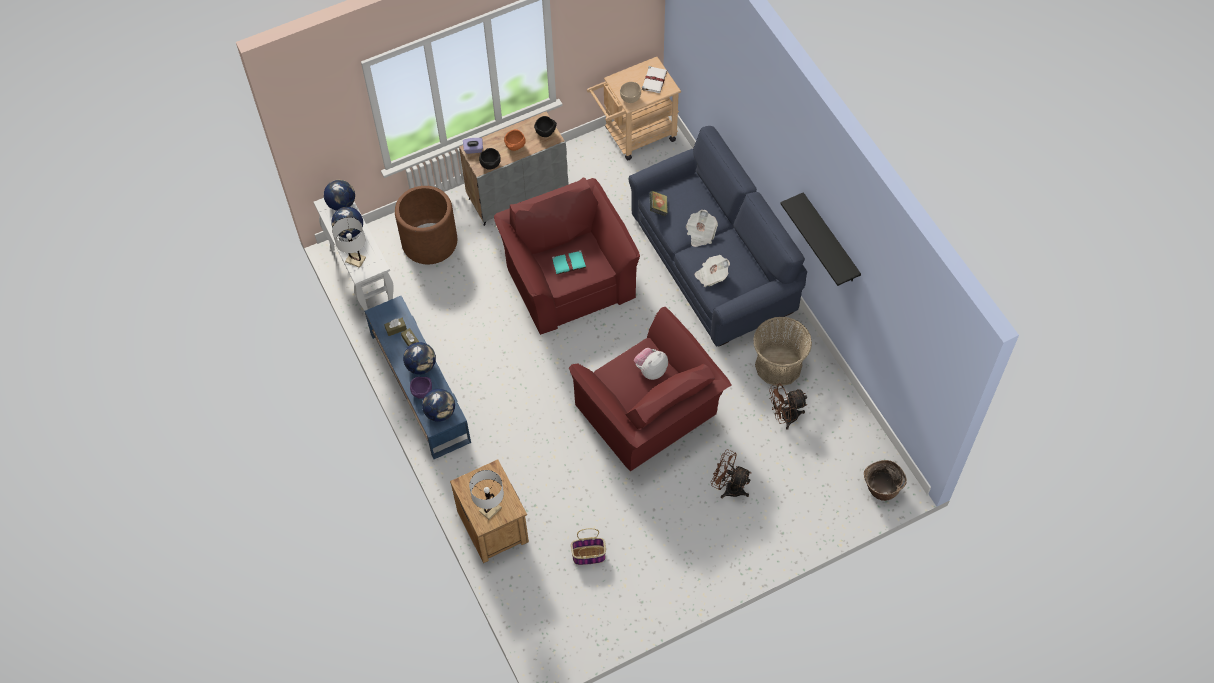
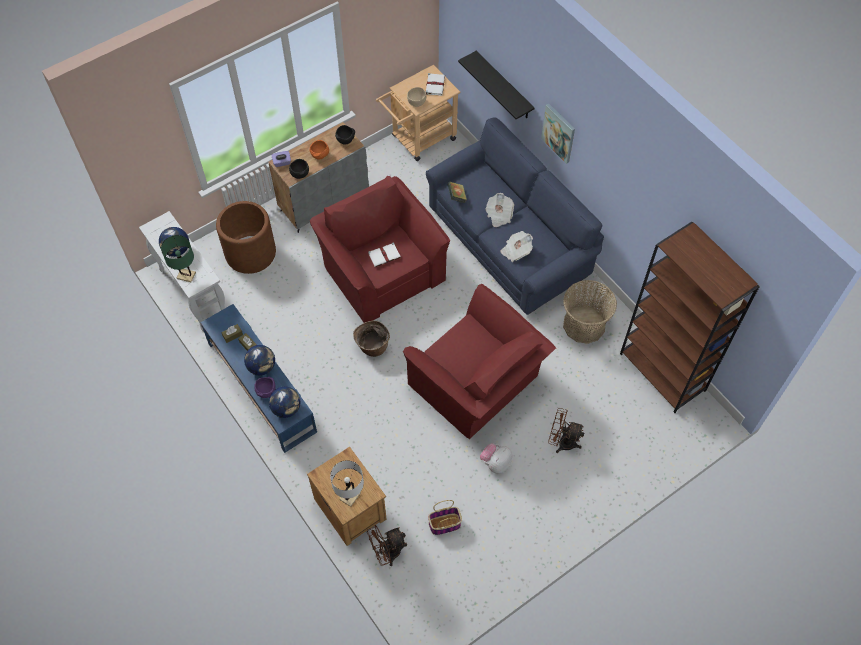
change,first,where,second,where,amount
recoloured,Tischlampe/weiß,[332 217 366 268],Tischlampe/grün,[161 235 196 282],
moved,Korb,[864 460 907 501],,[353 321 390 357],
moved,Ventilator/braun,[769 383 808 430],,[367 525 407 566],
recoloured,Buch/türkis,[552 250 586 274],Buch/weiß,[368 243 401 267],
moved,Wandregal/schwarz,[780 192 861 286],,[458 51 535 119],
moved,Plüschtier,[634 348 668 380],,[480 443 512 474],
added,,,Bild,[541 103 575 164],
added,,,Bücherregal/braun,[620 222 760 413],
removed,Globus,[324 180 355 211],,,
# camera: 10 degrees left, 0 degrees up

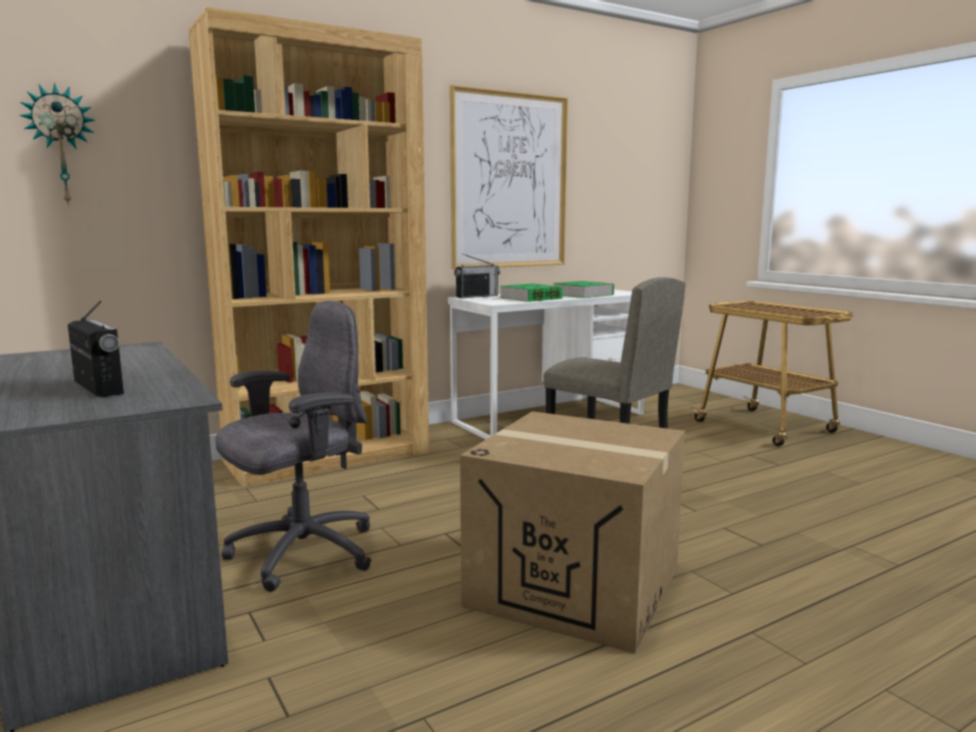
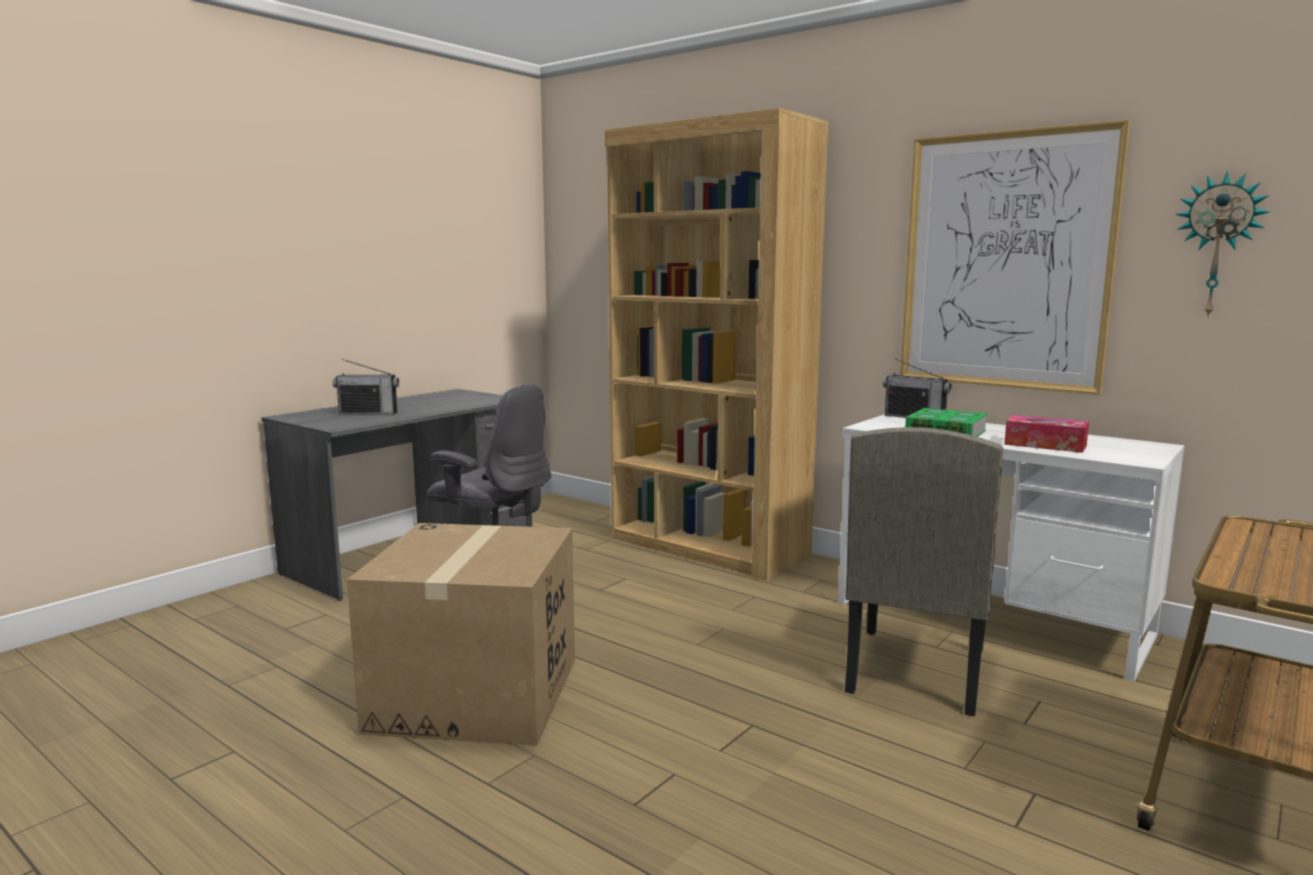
change,first,where,second,where,amount
turned,Radio,[68 301 124 397],,[333 359 399 415],60 degrees clockwise
replaced,Buch,[553 281 614 298],Taschentuchbox,[1004 415 1089 453],
moved,Wanduhr,[19 83 95 206],,[1176 171 1270 318],
# camera: 70 degrees right, 0 degrees up

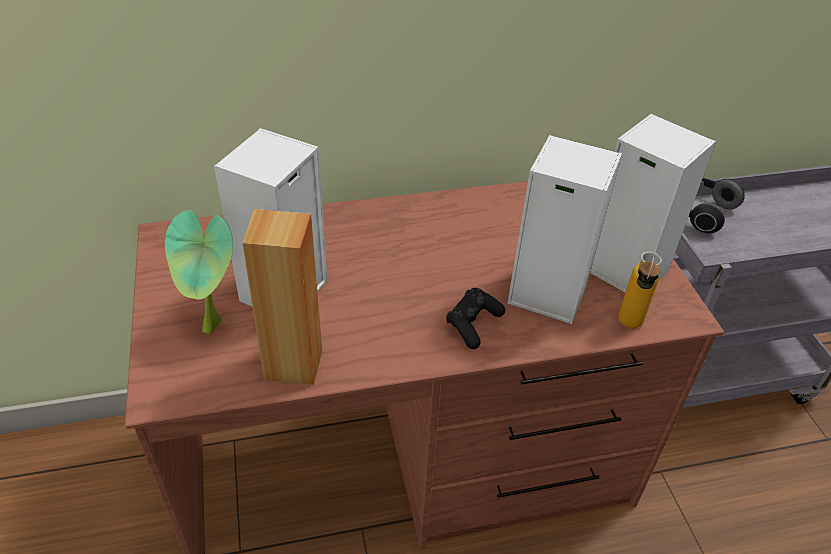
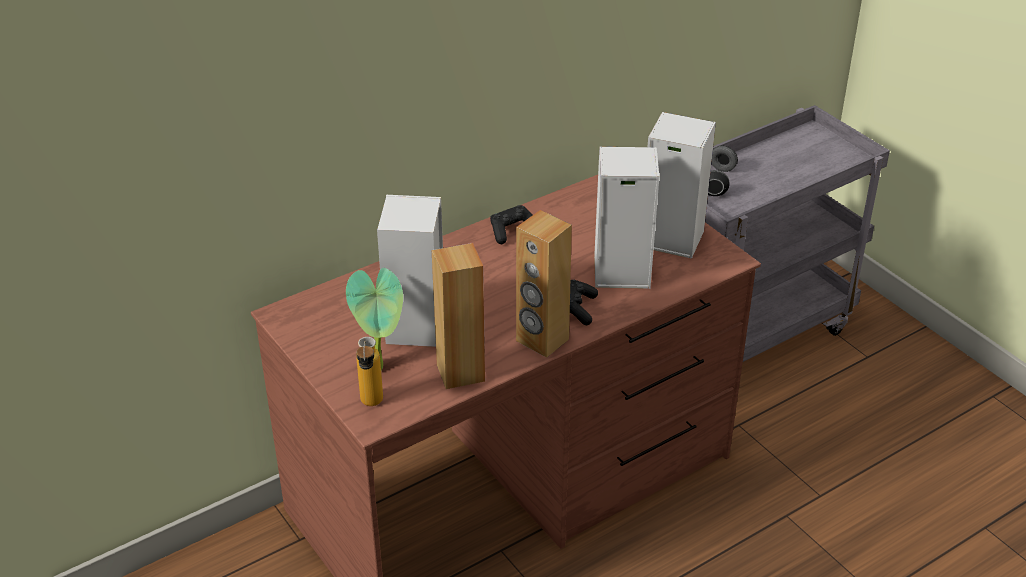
change,first,where,second,where,amount
moved,Flasche,[618 252 662 328],,[356 337 383 406],
added,,,Gamepad/schwarz,[490 205 532 244],
added,,,Lautsprecher/braun,[516 210 572 358],
# camera: 20 degrees left, 5 degrees down

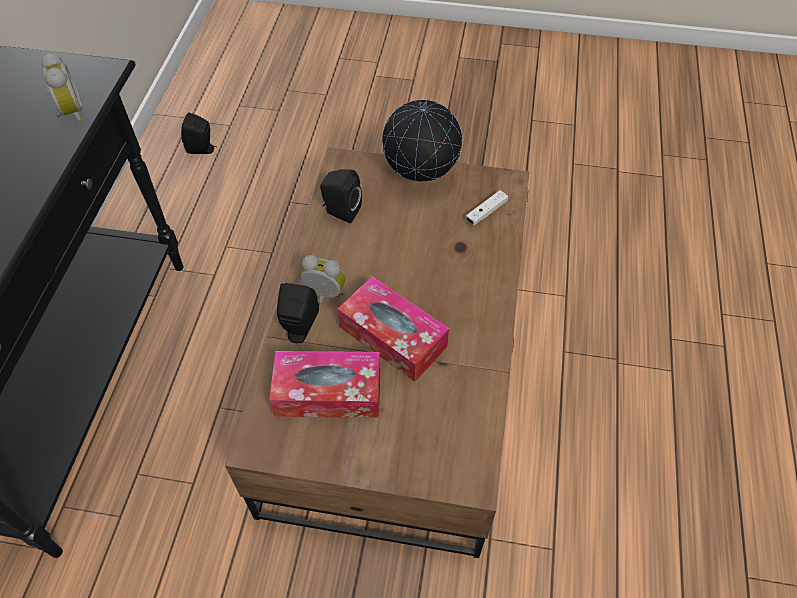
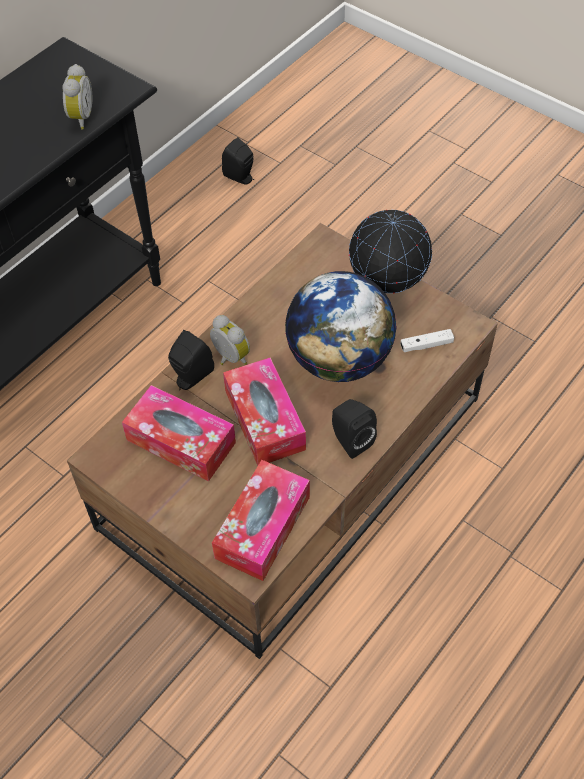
change,first,where,second,where,amount
added,,,Taschentuchbox,[212 460 310 581],
added,,,Globus,[285 271 397 382],
moved,Lautsprecher/schwarz,[320 169 362 223],,[332 399 377 459],
# camera: 30 degrees right, 0 degrees up

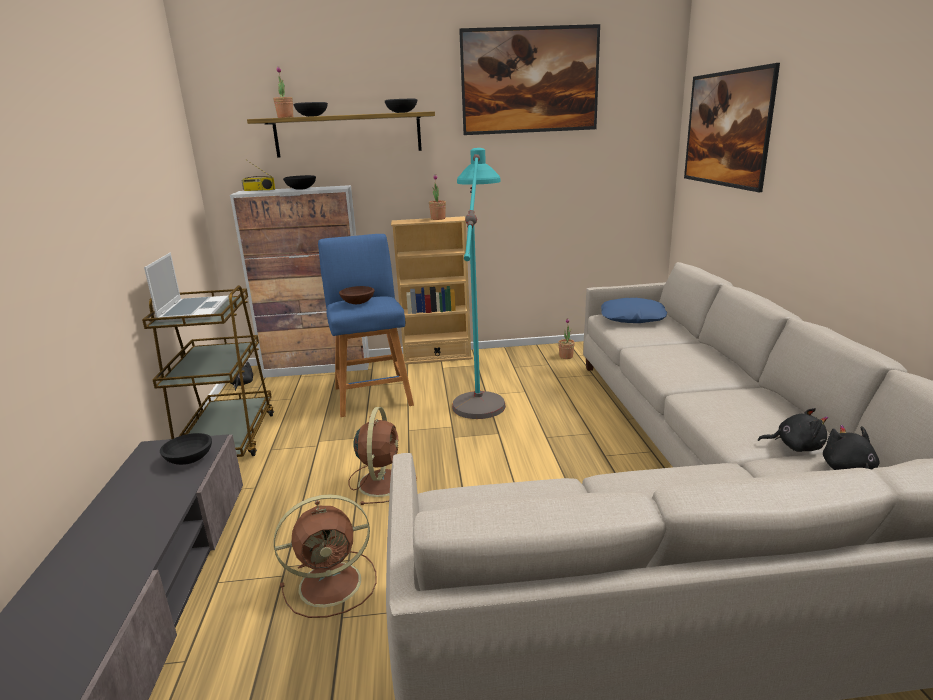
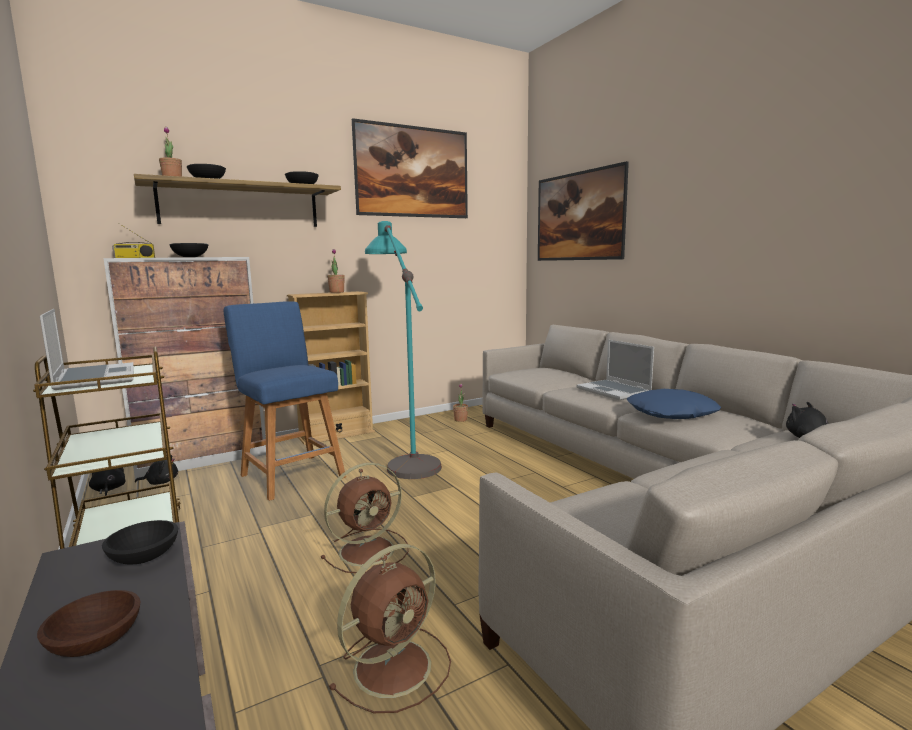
change,first,where,second,where,amount
moved,Schüssel/braun,[339 286 374 304],,[37 590 141 657],
moved,Plüschtier/schwarz,[758 408 828 452],,[135 455 178 485],
turned,Ventilator/braun,[349 407 417 505],,[321 463 409 573],75 degrees clockwise
added,,,Laptop,[576 340 654 400],
moved,Kissen/blau,[601 298 667 323],,[627 389 721 419],
# camera: 25 degrees left, 10 degrees down

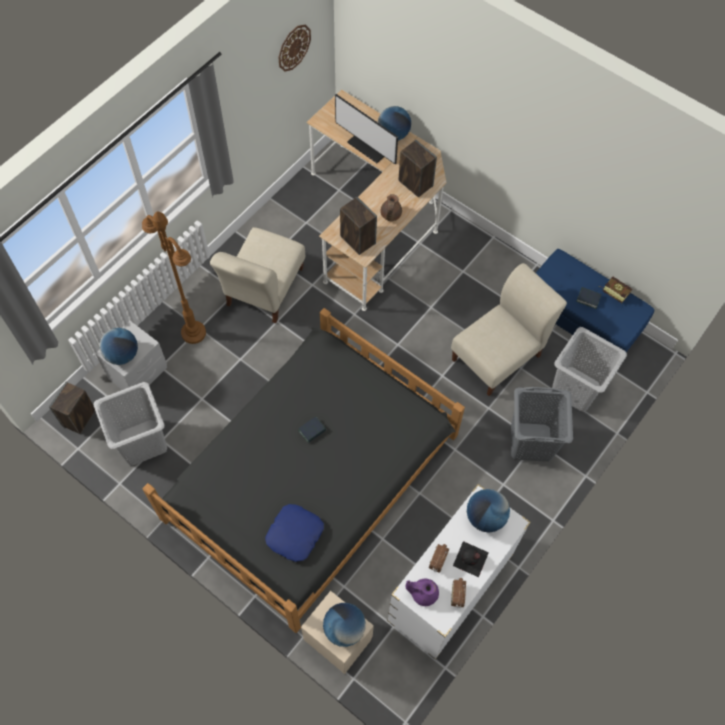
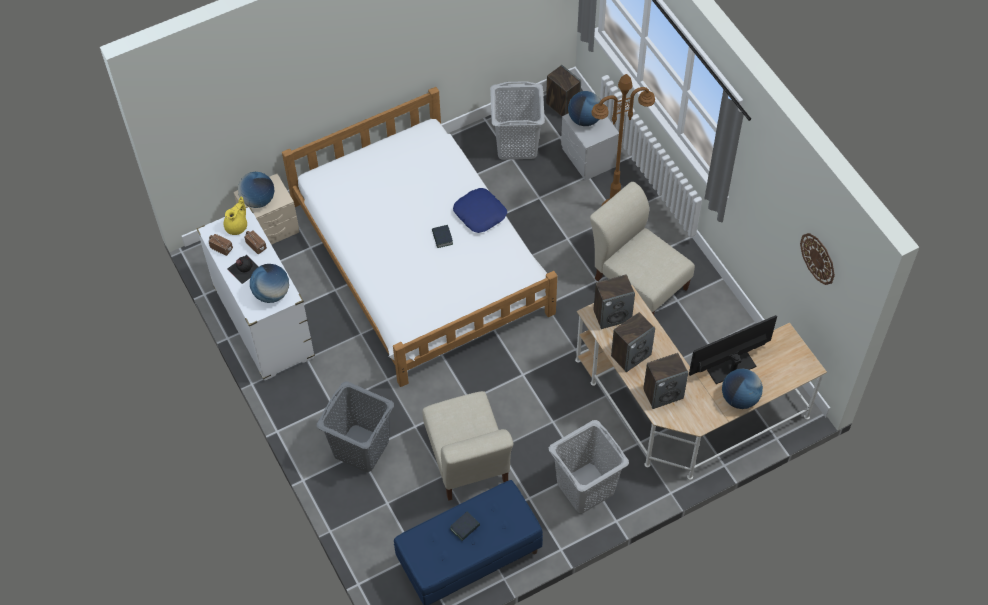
change,first,where,second,where,amount
recoloured,Teekanne/lila,[406 579 439 606],Teekanne/gelb,[224 196 247 235],
recoloured,Bett/schwarz,[142 308 465 633],Bett/weiß,[282 87 557 387],
moved,Kissen/blau,[265 504 324 562],,[453 188 507 233],
moved,Wäschekorb/grau,[552 327 627 412],,[549 420 629 513],
replaced,Teekanne/braun,[380 194 402 221],Lautsprecher,[611 312 655 372],
removed,Buch,[599 277 632 303],,,
# camera: 115 degrees right, 5 degrees down

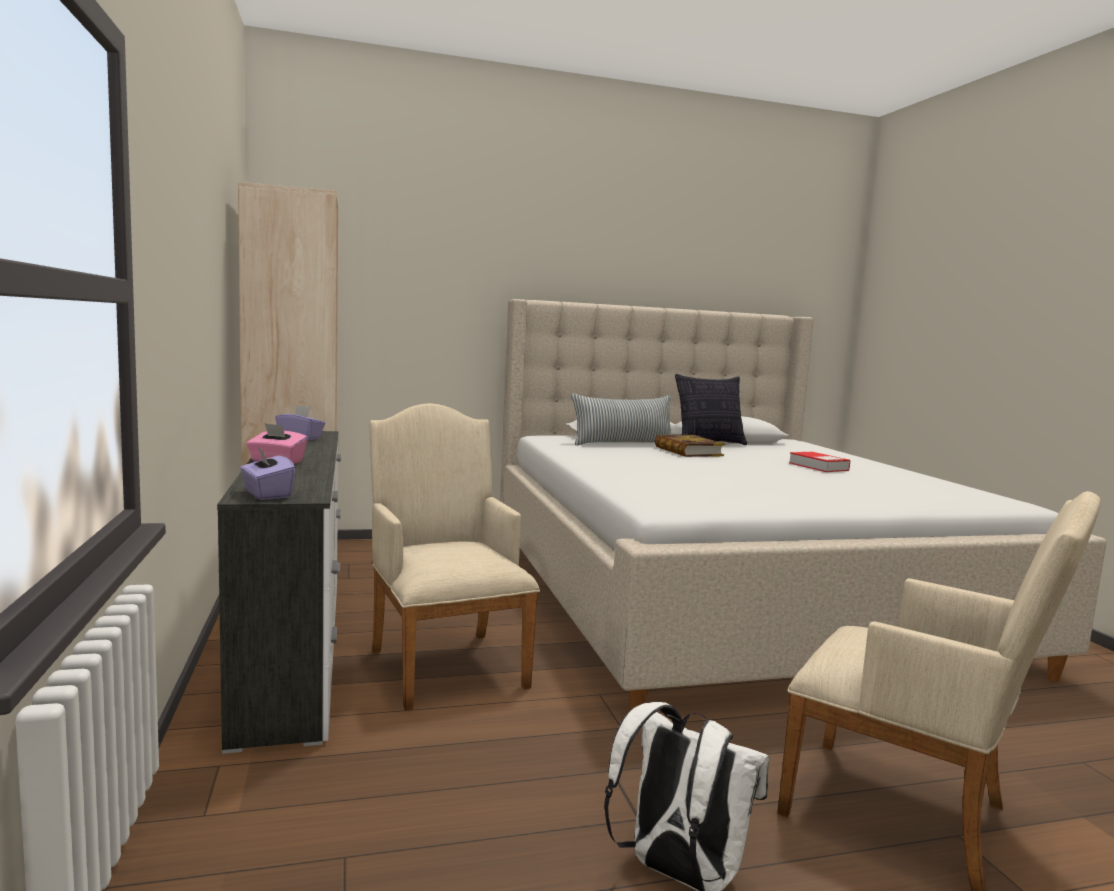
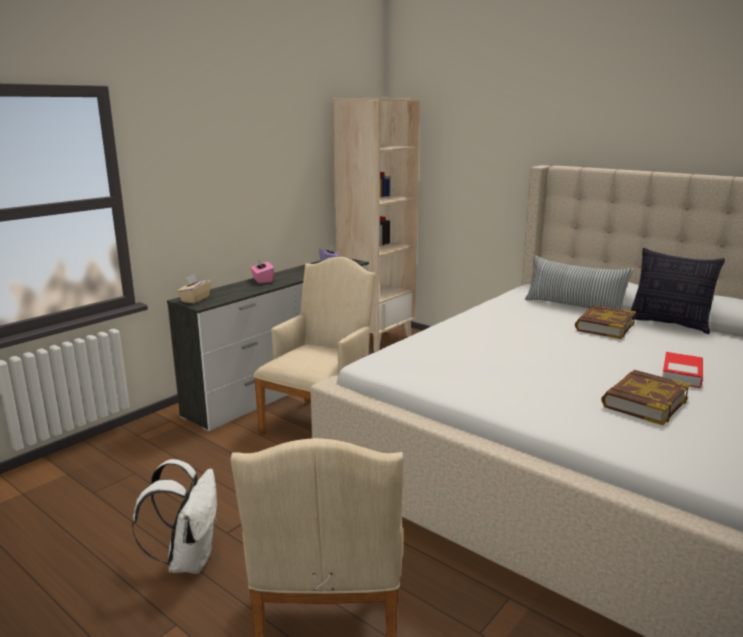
change,first,where,second,where,amount
recoloured,Taschentuchbox/lila,[240 445 295 500],Taschentuchbox/beige,[177 274 211 304],
added,,,Buch,[601 370 690 425],
# camera: 55 degrees right, 10 degrees up

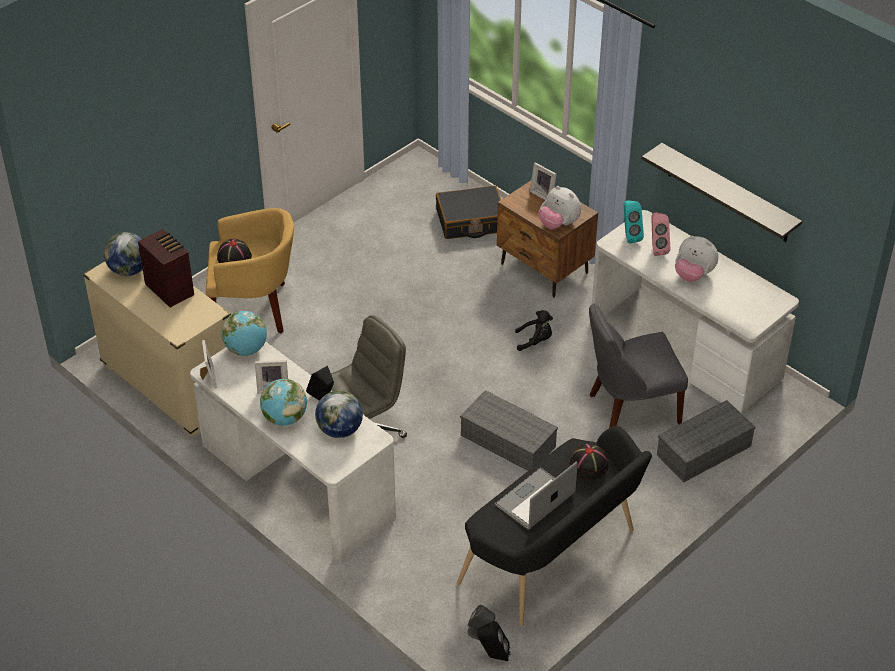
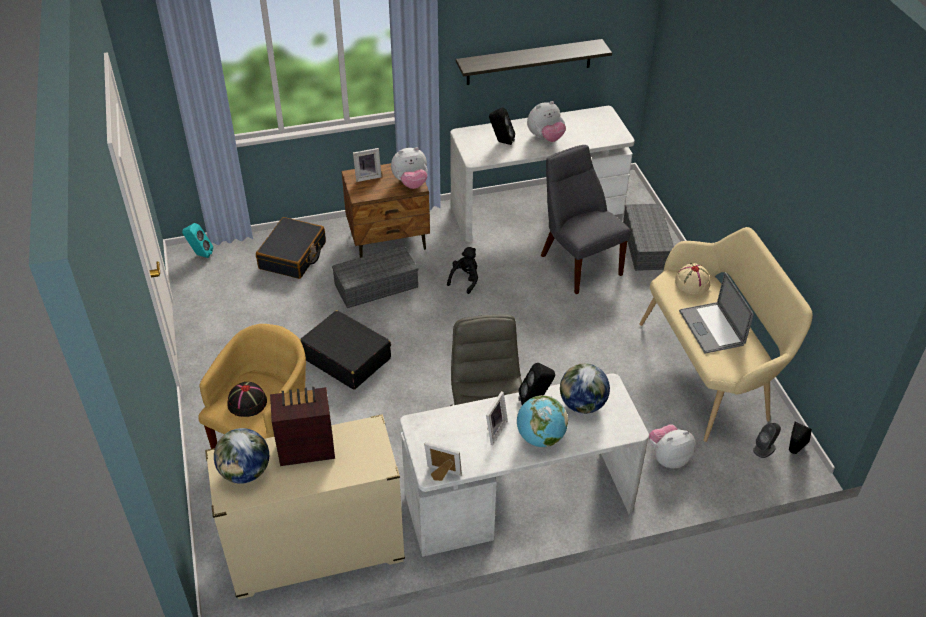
change,first,where,second,where,amount
moved,Lautsprecher/türkis,[624 200 644 243],,[182 223 213 258],
added,,,Koffer/schwarz,[300 310 391 389],
moved,Aufbewahrungsbox/grau,[460 390 558 471],,[332 245 418 308],
recoloured,Lautsprecher/rosa,[651 213 670 256],Lautsprecher/schwarz,[489 107 515 145],
turned,Stuhl/grau,[589 303 688 428],,[541 145 630 294],135 degrees clockwise
recoloured,Bank/schwarz,[457 426 652 626],Bank/beige,[639 227 813 442],
added,,,Plüschtier,[649 424 696 469],
recoloured,Hut/schwarz,[569 444 609 480],Hut/beige,[675 263 711 295],
removed,Globus,[222 311 267 356],,,
# camera: 60 degrees left, 0 degrees up

